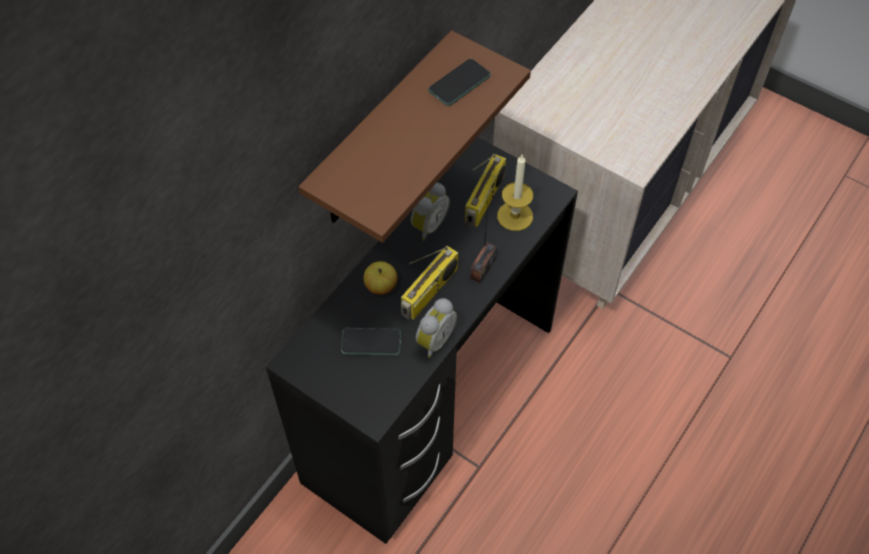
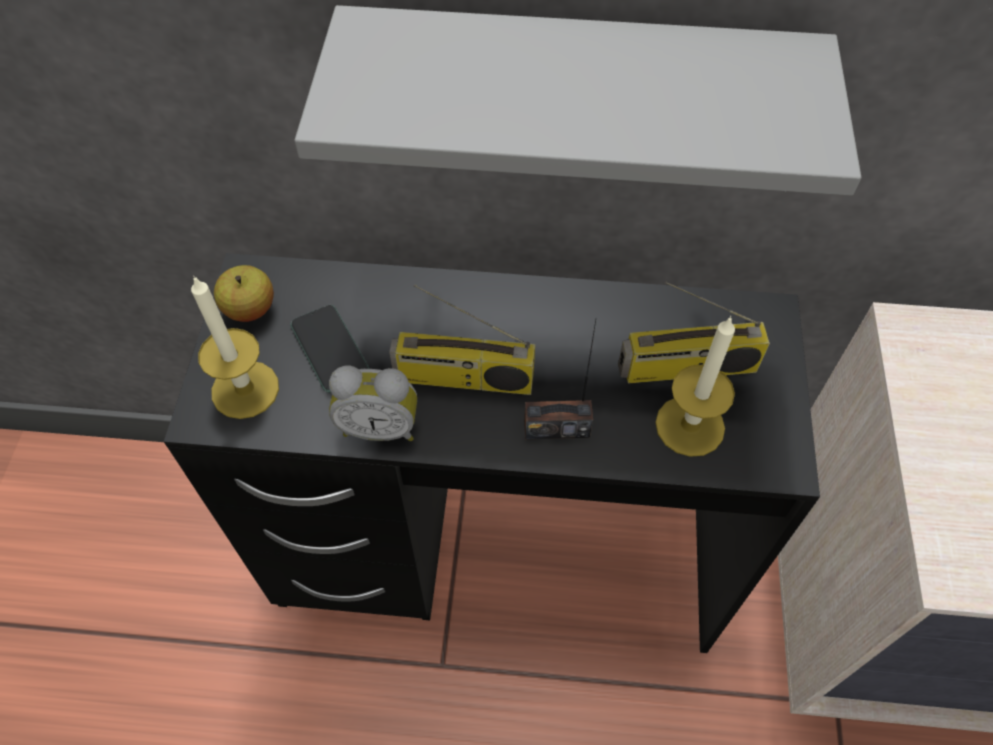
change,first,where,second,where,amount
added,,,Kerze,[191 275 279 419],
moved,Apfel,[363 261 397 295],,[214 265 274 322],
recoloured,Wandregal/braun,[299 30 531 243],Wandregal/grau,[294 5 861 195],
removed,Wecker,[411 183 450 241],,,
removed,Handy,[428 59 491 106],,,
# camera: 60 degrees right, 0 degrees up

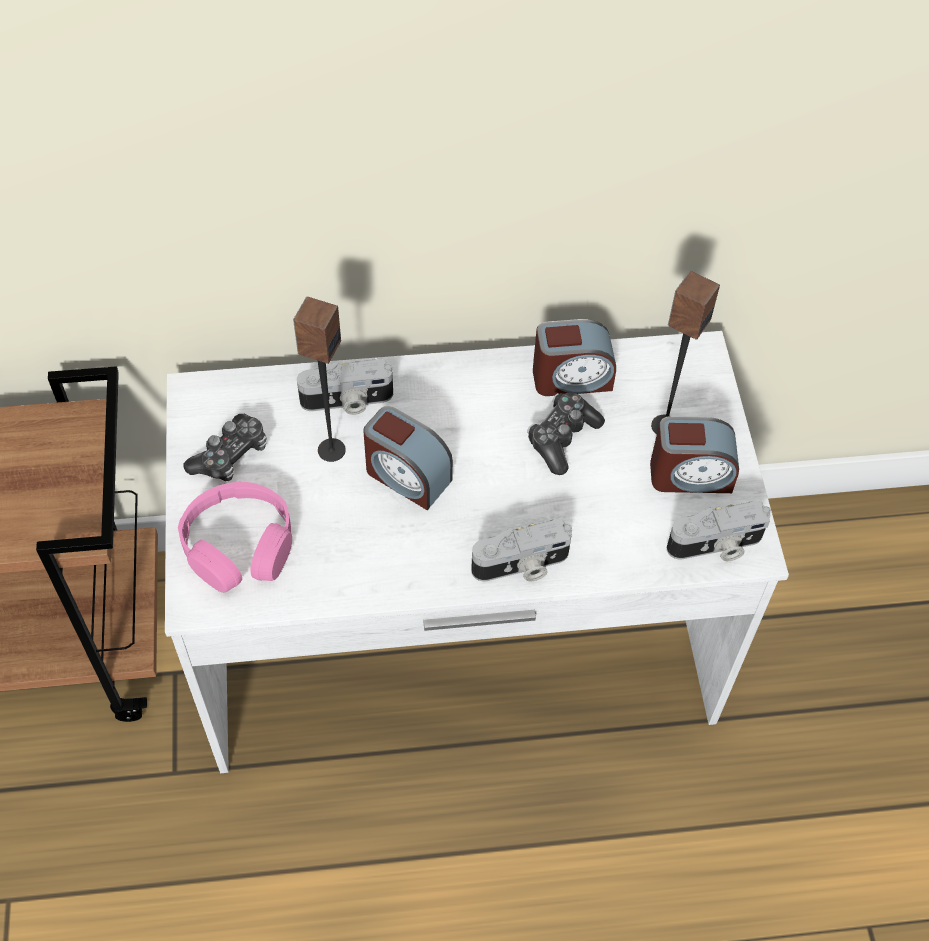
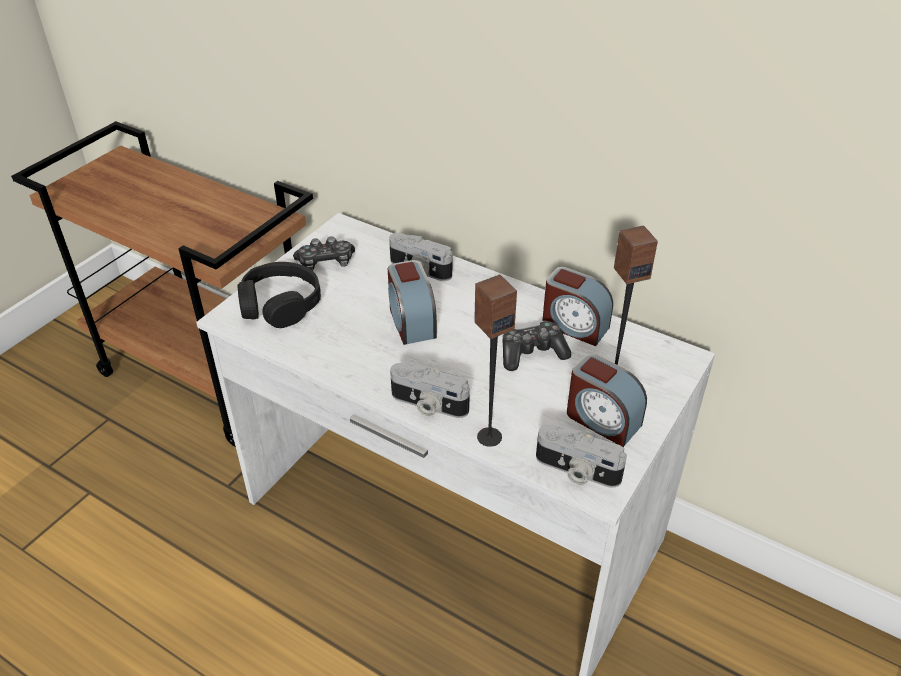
change,first,where,second,where,amount
recoloured,Kopfhörer/rosa,[178 482 292 593],Kopfhörer/schwarz,[238 262 321 328],
moved,Lautsprecher,[293 297 346 462],,[474 274 517 447],
# camera: 40 degrees right, 15 degrees down

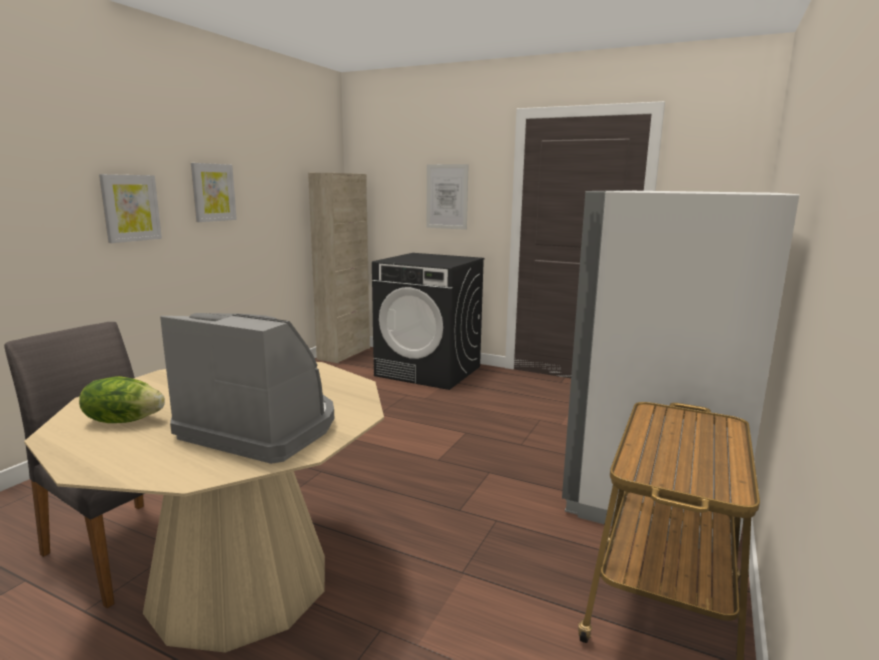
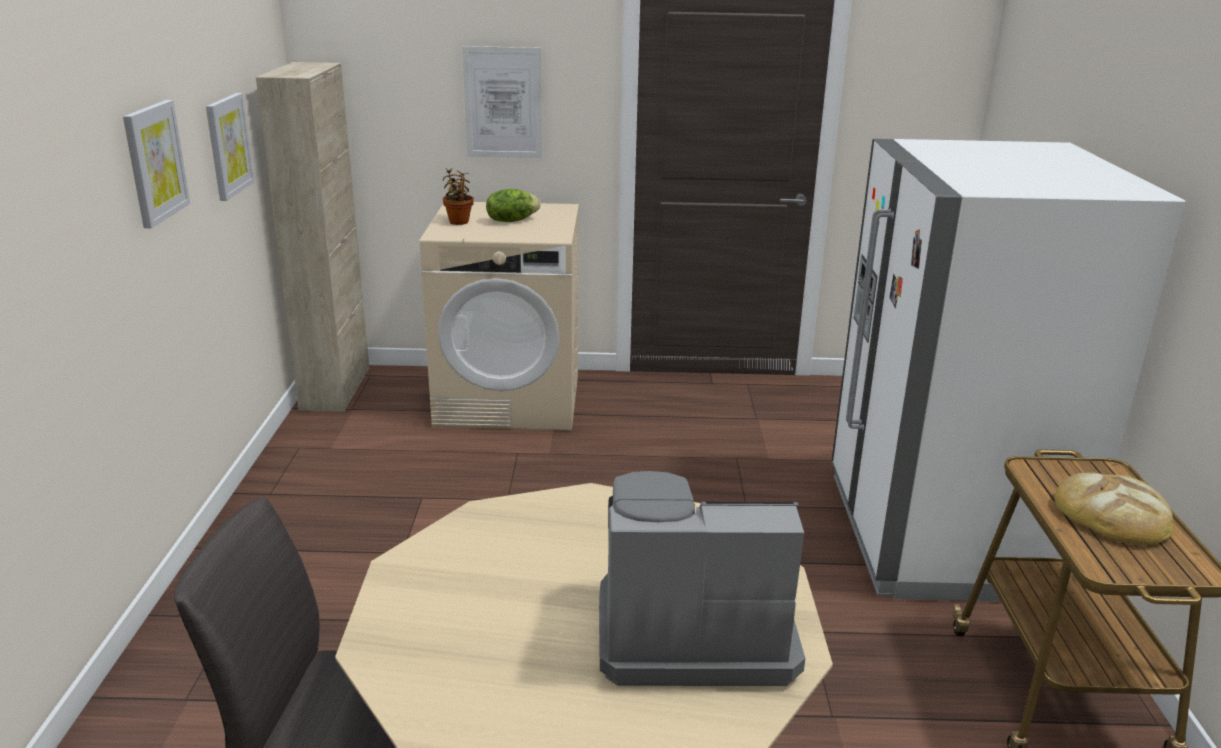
change,first,where,second,where,amount
moved,Bild,[99 174 162 243],,[206 93 254 201],
recoloured,Waschmaschine/schwarz,[372 253 485 390],Waschmaschine/beige,[420 202 579 430],
added,,,Topfpflanze,[443 168 474 225],
moved,Salatkopf,[79 376 165 423],,[486 189 540 222],
added,,,Brot,[1054 472 1174 545],
# camera: 25 degrees left, 10 degrees up

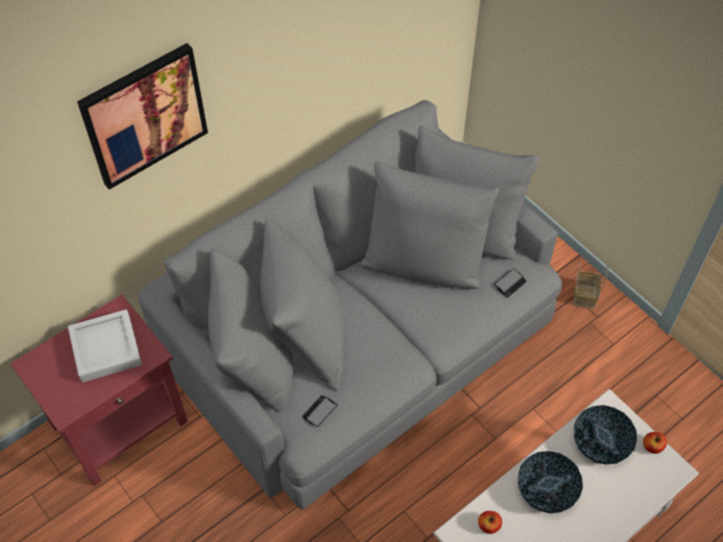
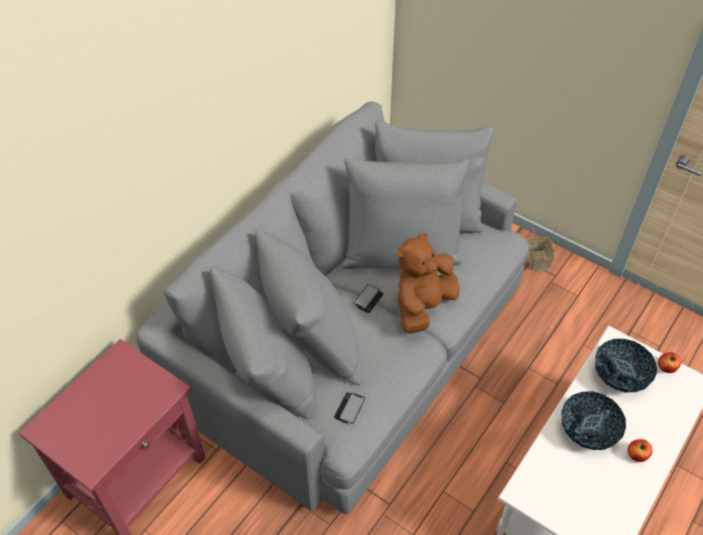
change,first,where,second,where,amount
moved,Handy,[494 268 527 298],,[353 284 384 313],
added,,,Plüschtier/braun,[398 232 460 334],
moved,Apfel,[478 511 502 534],,[628 439 652 462],
removed,Tablett/grau,[68 309 142 383],,,
removed,Bild,[77 43 208 190],,,
# camera: 15 degrees left, 5 degrees down

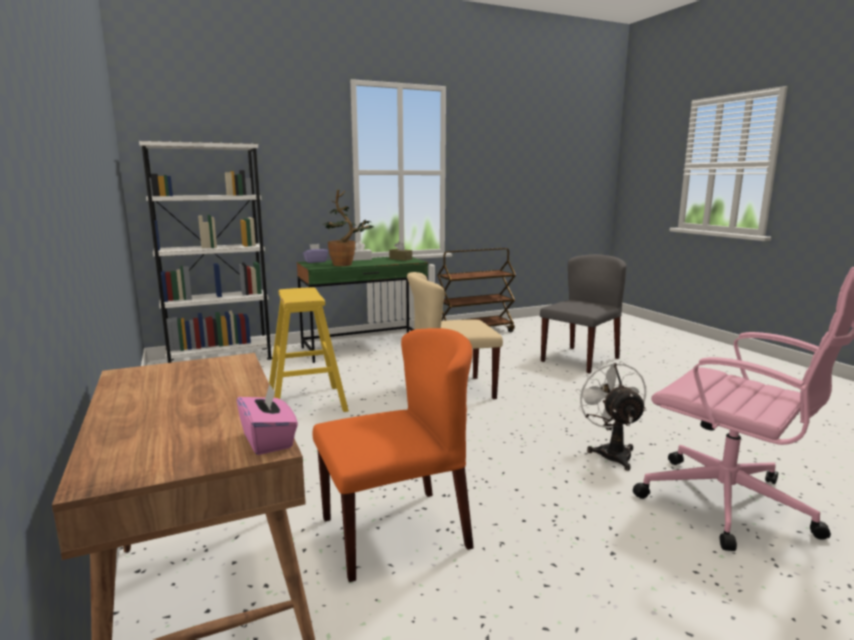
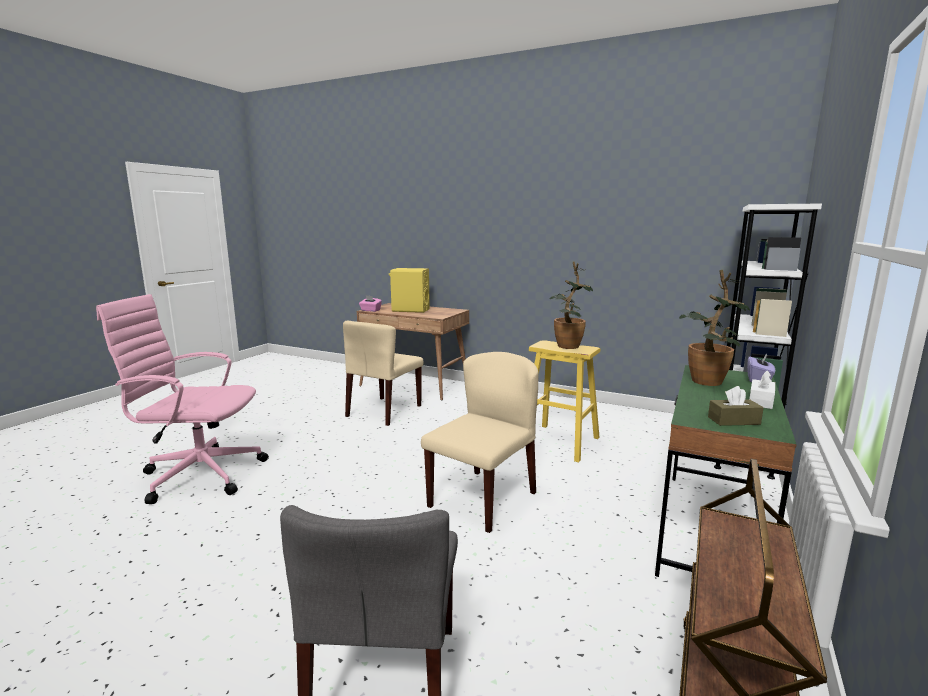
change,first,where,second,where,amount
recoloured,Stuhl/orange,[313 328 474 582],Stuhl/beige,[343 321 423 426],
added,,,Lautsprecher/gelb,[389 268 430 313],
added,,,Topfpflanze,[550 261 593 349],
removed,Ventilator/weiß,[575 360 646 471],,,
# camera: 140 degrees right, 0 degrees up

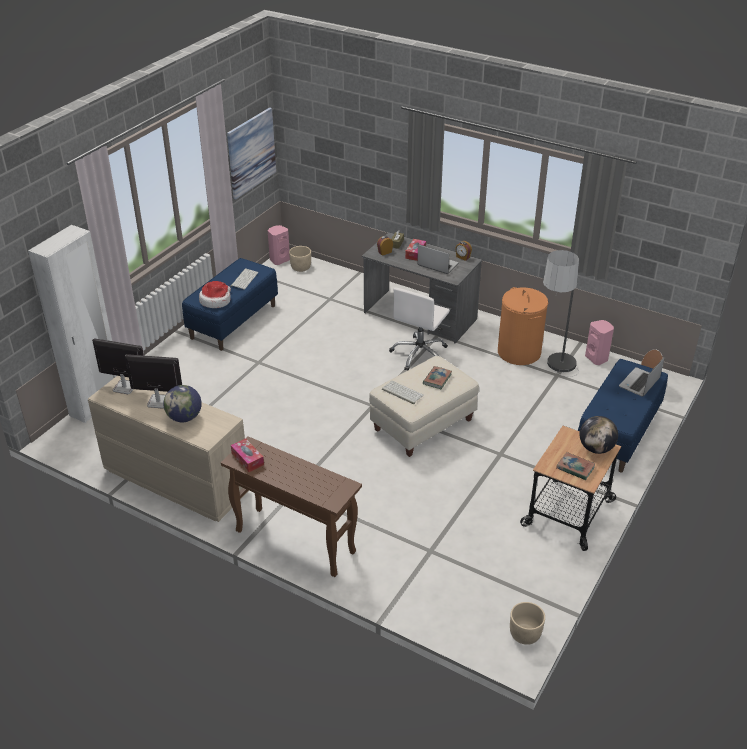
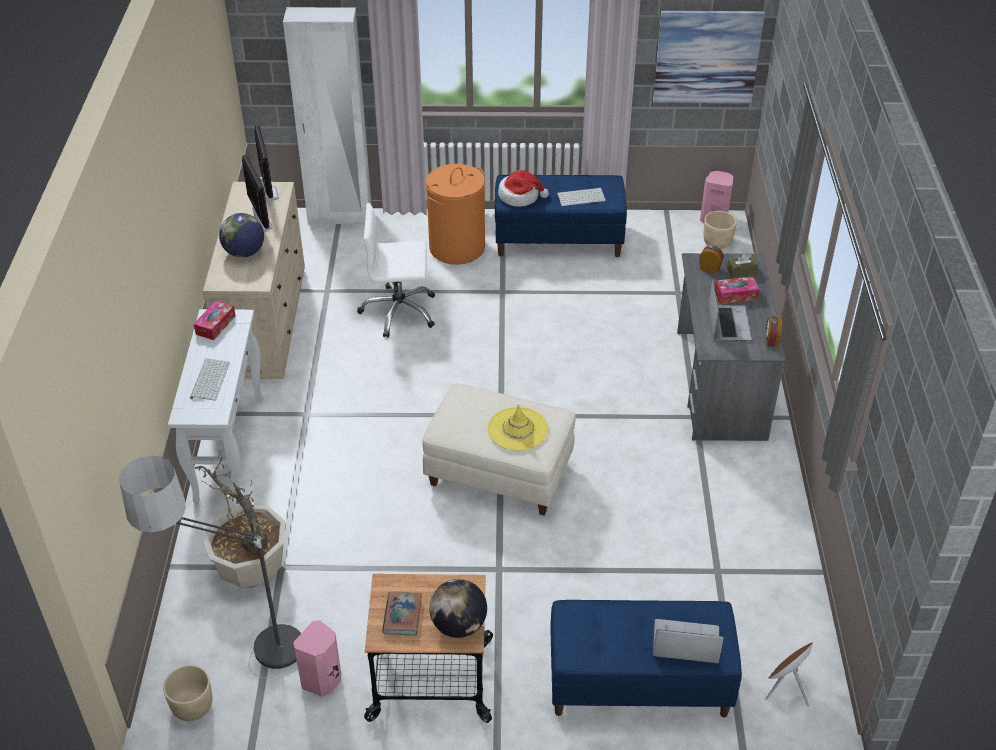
change,first,where,second,where,amount
moved,Stehlampe,[543 250 579 377],,[119 456 301 679],
recoloured,Konsolentisch/braun,[221 436 362 577],Konsolentisch/weiß,[168 309 264 503],
moved,Tastatur,[382 381 424 404],,[190 358 230 401],
added,,,Topfpflanze,[194 450 286 588],
moved,Lautsprecher/rosa,[585 320 614 365],,[293 620 341 697],
moved,Bürostuhl/weiß,[389 288 450 371],,[357 203 435 338],
moved,Wäschekorb/orange,[498 287 548 365],,[426 164 485 265],
replaced,Buch,[423 366 452 389],Hut/gelb,[488 404 549 451],
# camera: 60 degrees right, 5 degrees up

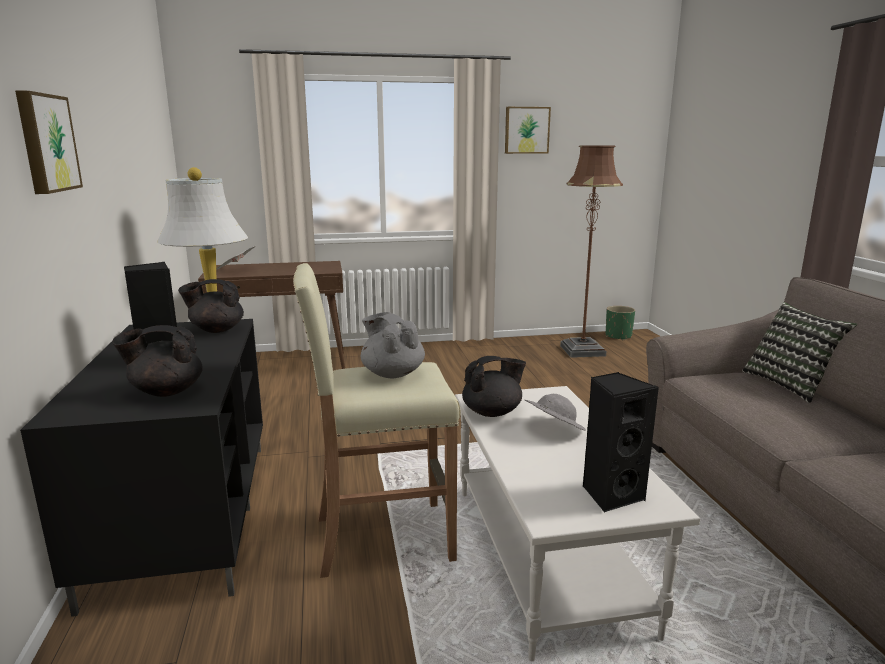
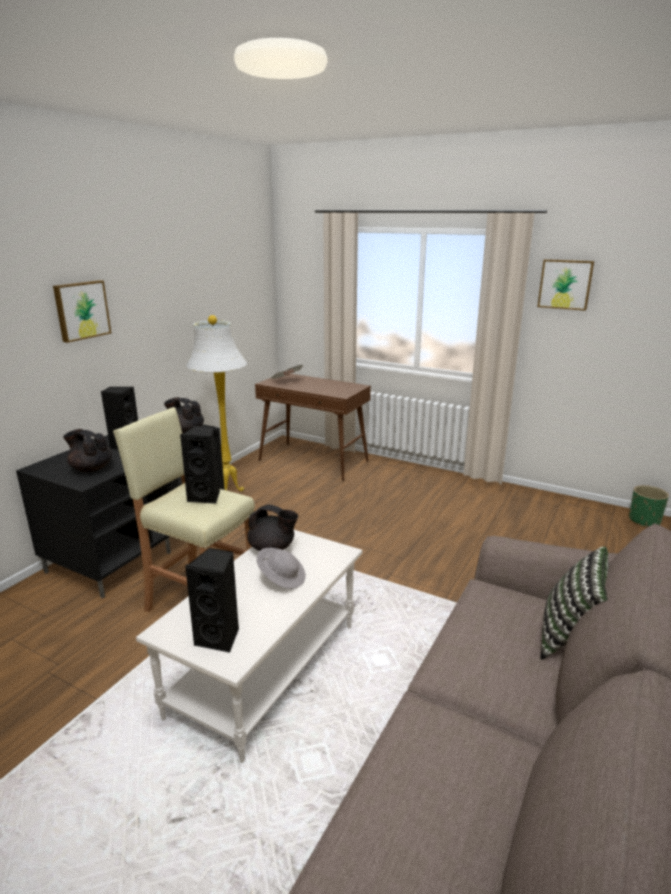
change,first,where,second,where,amount
replaced,Teekanne/grau,[361 312 425 378],Lautsprecher/schwarz,[180 426 220 504],
removed,Stehlampe/braun,[560 146 623 358],,,
# camera: 40 degrees right, 5 degrees up

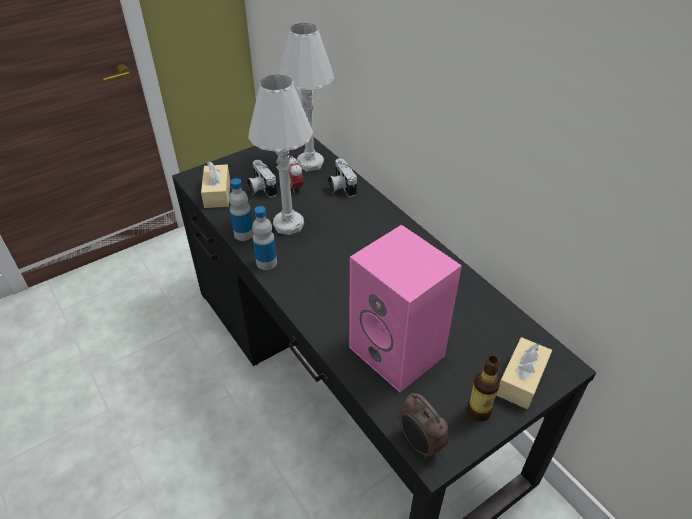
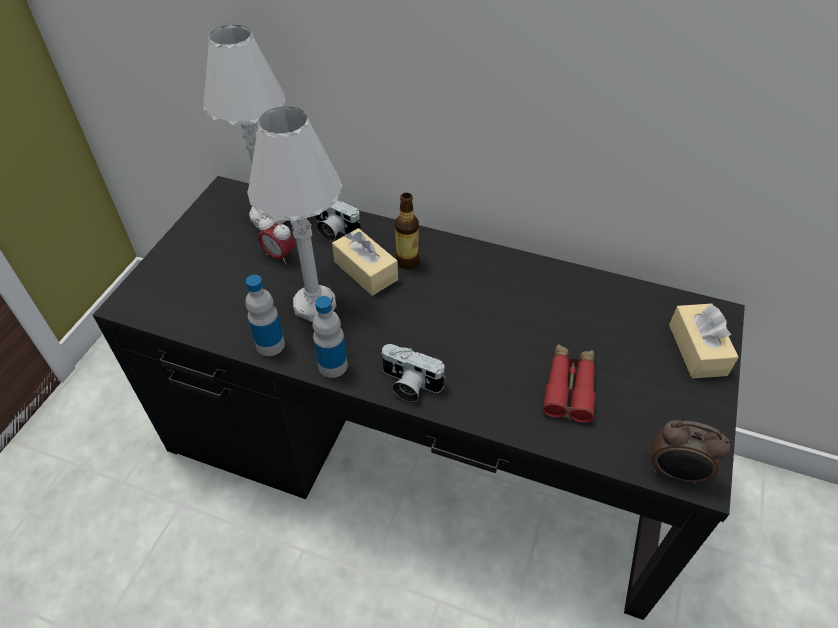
change,first,where,second,where,amount
moved,Taschentuchbox/beige,[201 161 230 208],,[332 228 398 296],
moved,Kamera,[247 160 277 197],,[381 344 446 402],
moved,Flasche,[467 355 500 421],,[395 193 419 269],
replaced,Lautsprecher/rosa,[349 225 462 392],Fernglas/rot,[542 344 596 423],
# camera: 35 degrees left, 5 degrees up

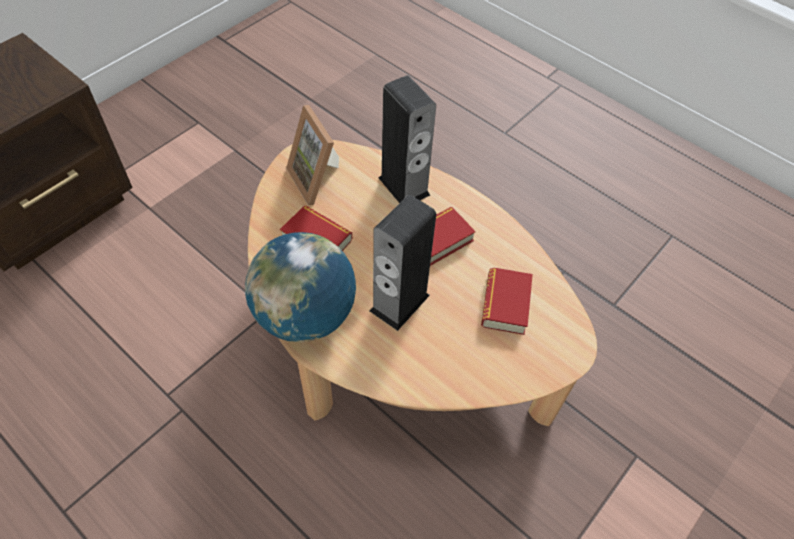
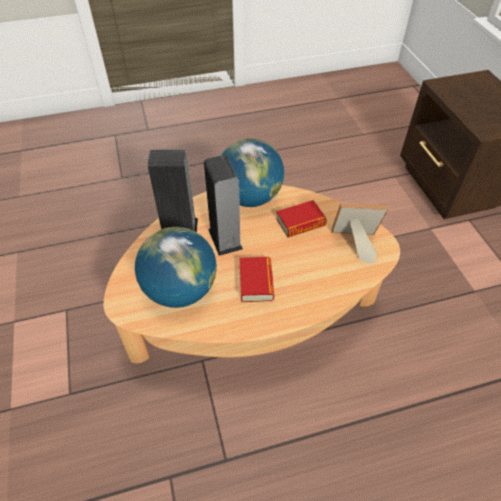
change,first,where,second,where,amount
replaced,Buch,[481 267 533 335],Globus,[135 227 217 308],
moved,Lautsprecher,[378 75 436 203],,[148 150 198 232],
# camera: 125 degrees right, 5 degrees down

